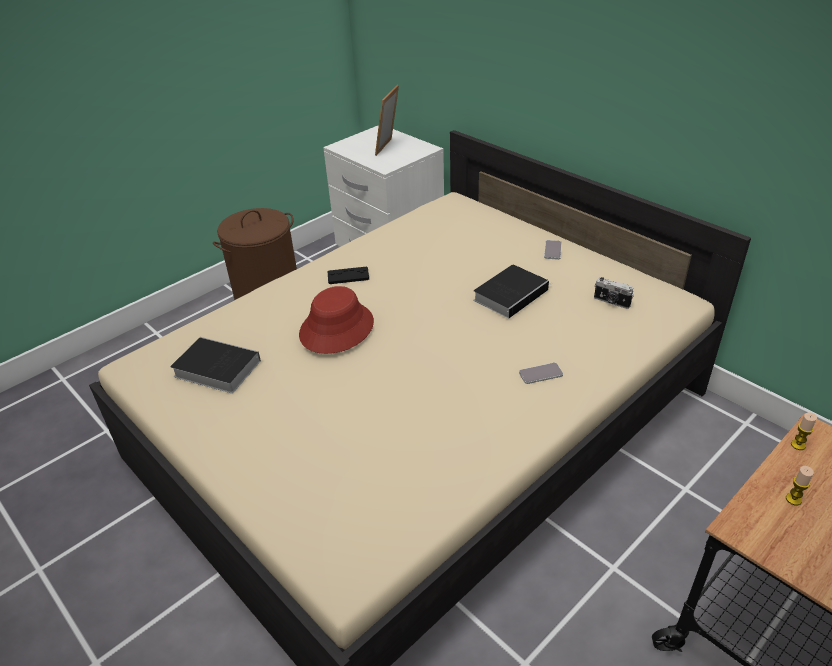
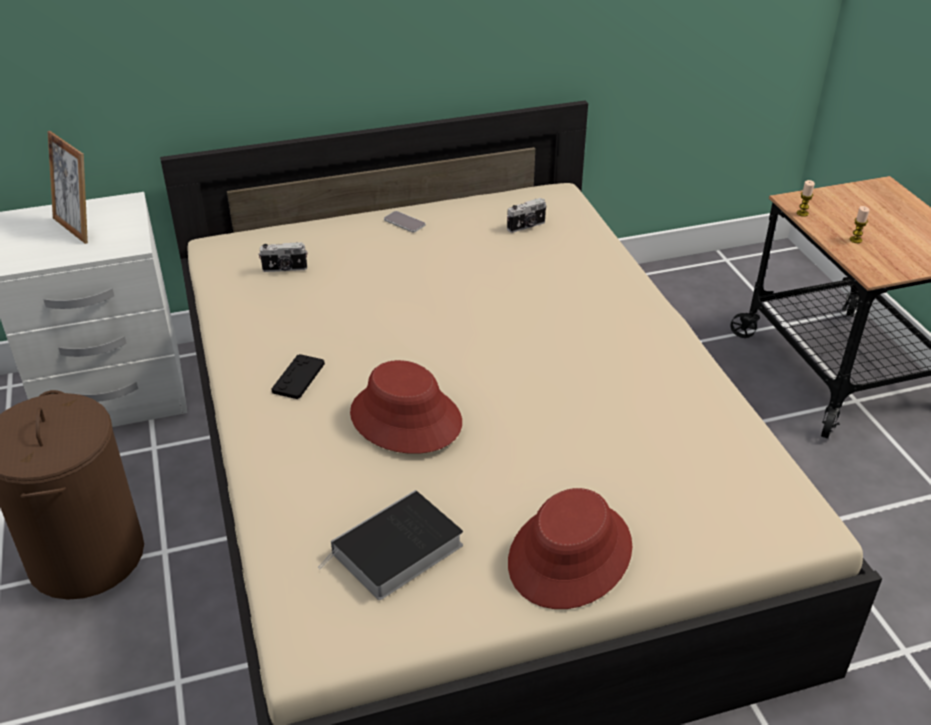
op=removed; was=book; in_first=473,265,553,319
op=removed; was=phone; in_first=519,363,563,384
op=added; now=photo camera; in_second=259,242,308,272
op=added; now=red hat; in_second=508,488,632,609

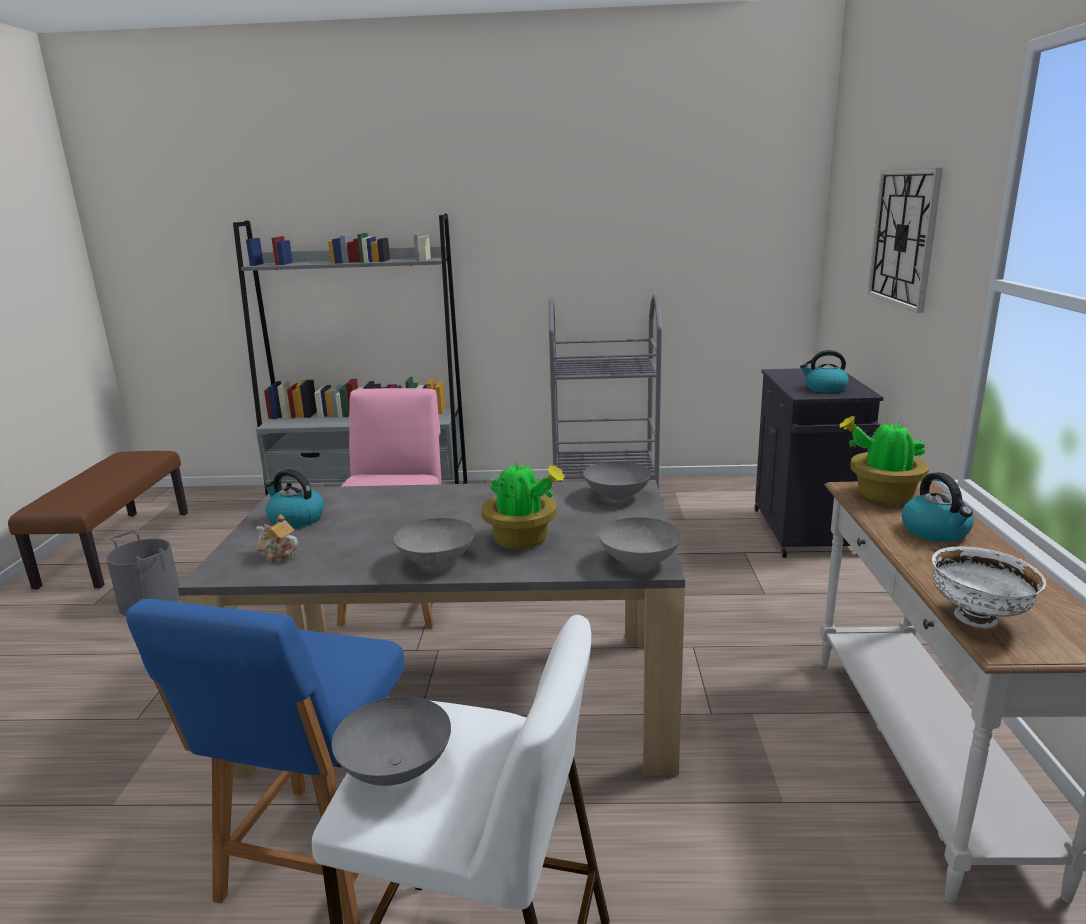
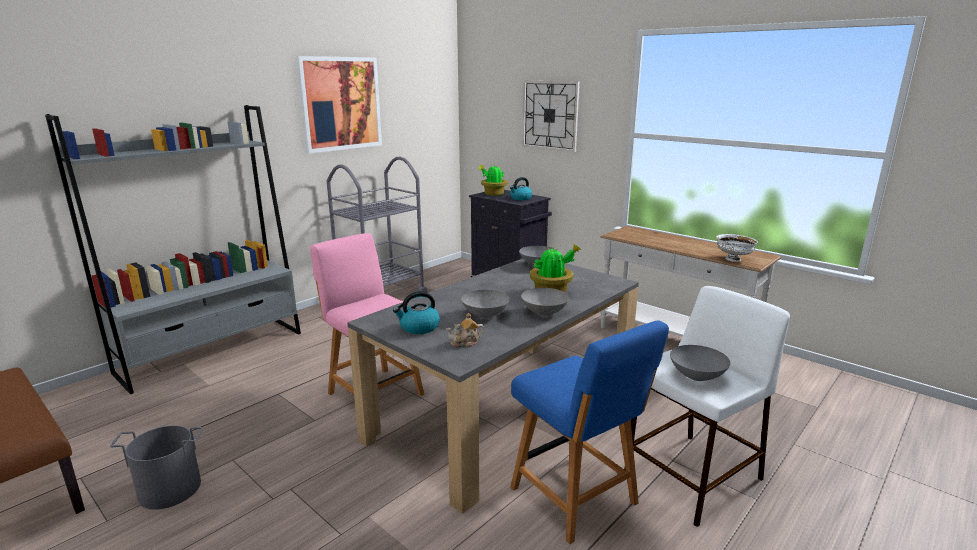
op=removed; was=kettle; in_first=902,472,974,542
op=added; now=picture; in_second=296,56,382,154
op=moved; was=grey bowl; in_first=599,517,682,568; in_second=461,290,510,318
op=moved; was=potted plant; in_first=839,416,929,503; in_second=478,165,508,196

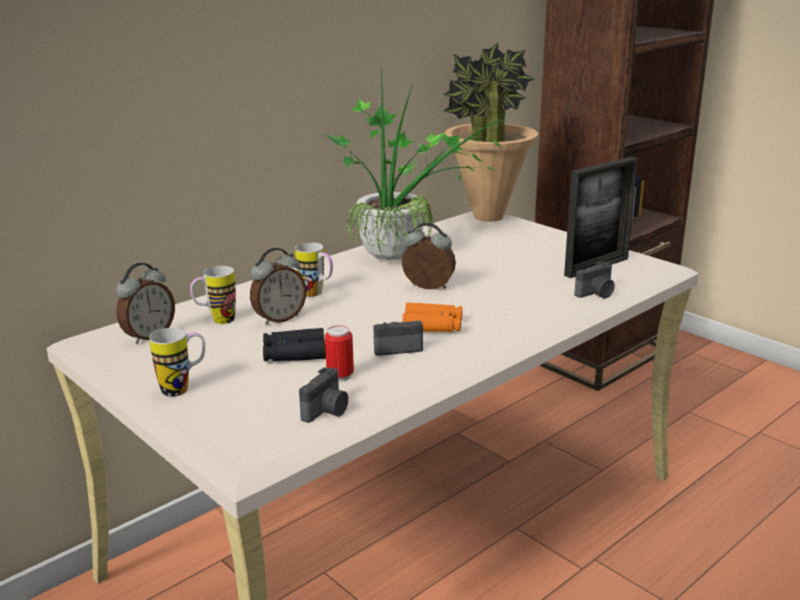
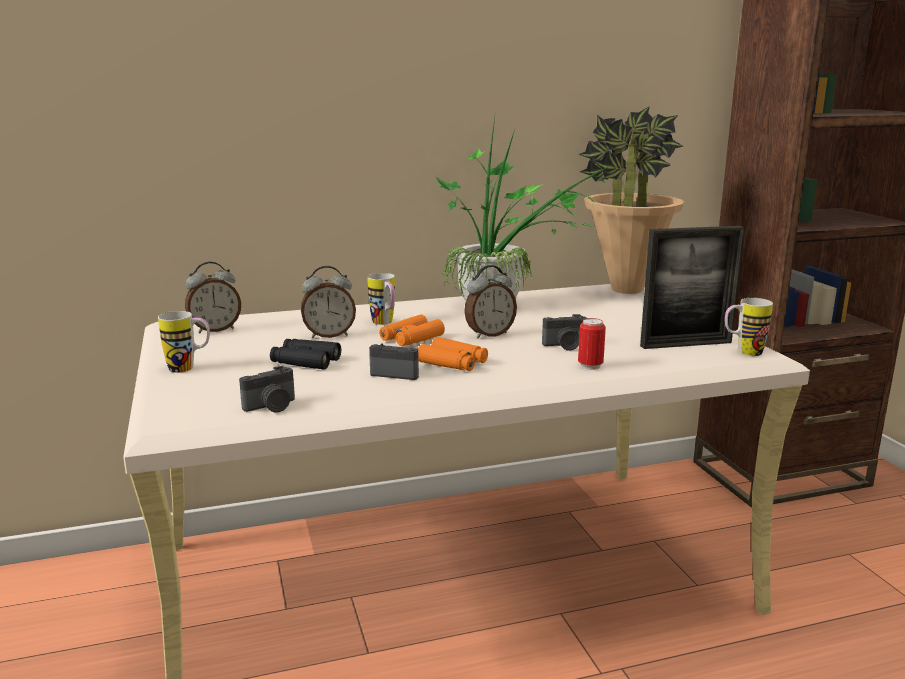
op=added; now=orange binoculars; in_second=379,314,445,346
op=moved; was=mug; in_first=190,266,236,324; in_second=725,298,773,356
op=moved; was=can; in_first=325,325,354,381; in_second=578,318,606,370
op=moved; was=photo camera; in_first=574,261,615,299; in_second=542,314,587,351
op=turned; was=alarm clock; in_first=402,223,456,289; in_second=464,265,517,338; clockwise=105

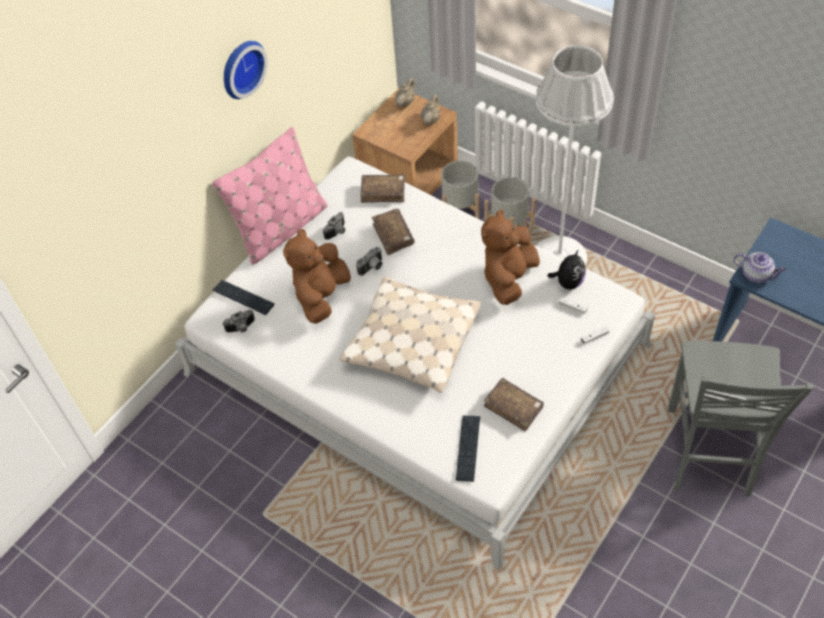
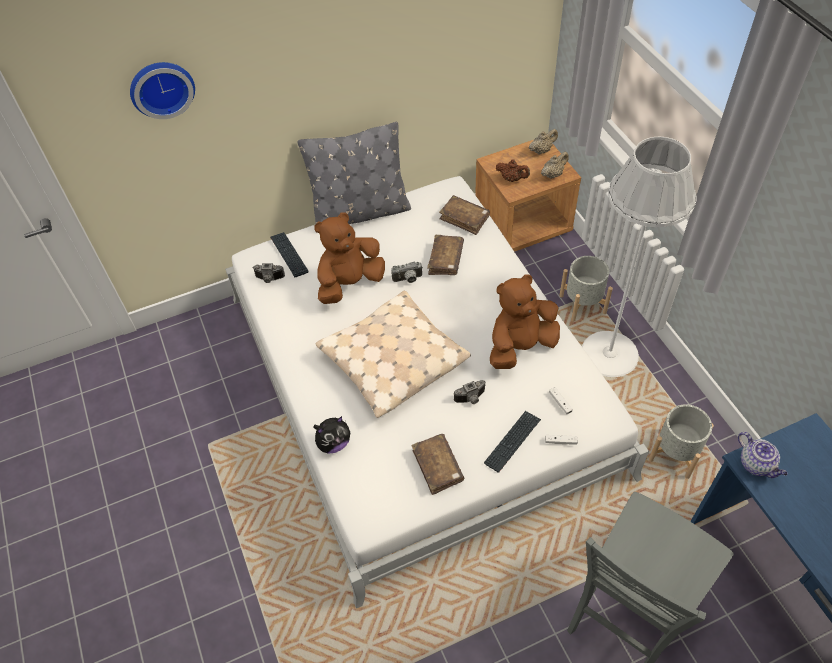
op=added; now=brown teapot; in_second=496,159,530,182
op=moved; was=wall clock; in_first=224,41,268,99; in_second=130,62,195,119
op=moved; was=photo camera; in_first=323,212,345,240; in_second=454,380,486,404
op=moved; was=grey planter; in_first=441,161,479,219; in_second=649,404,714,479
op=moved; was=keyboard; in_first=456,415,480,482; in_second=484,411,541,473
op=moved; was=plush toy; in_first=547,249,586,290; in_second=313,416,350,454
op=recoloured; was=pink pillow; now=grey pillow; in_first=213,127,328,264; in_second=298,122,411,225

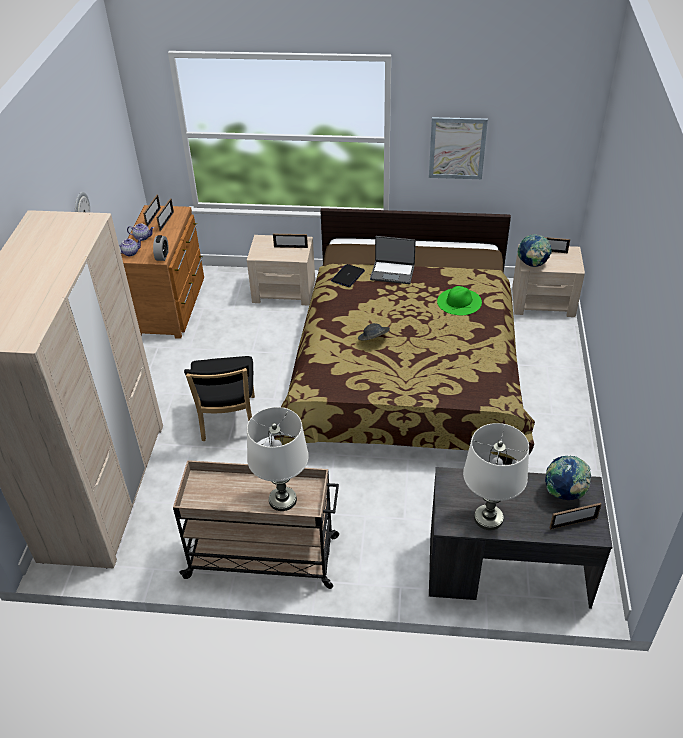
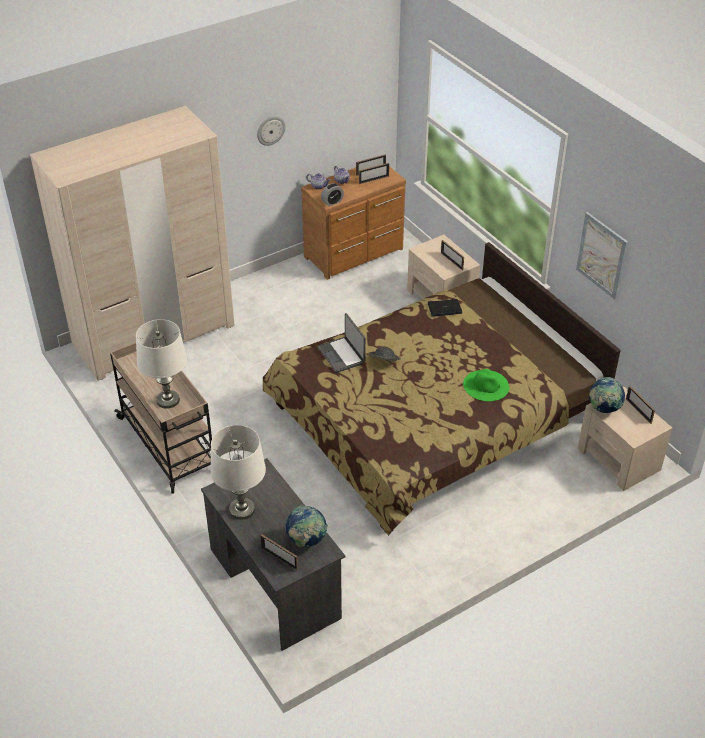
op=removed; was=black chair; in_first=184,356,255,441
op=moved; was=laptop; in_first=370,236,416,284; in_second=317,313,366,373

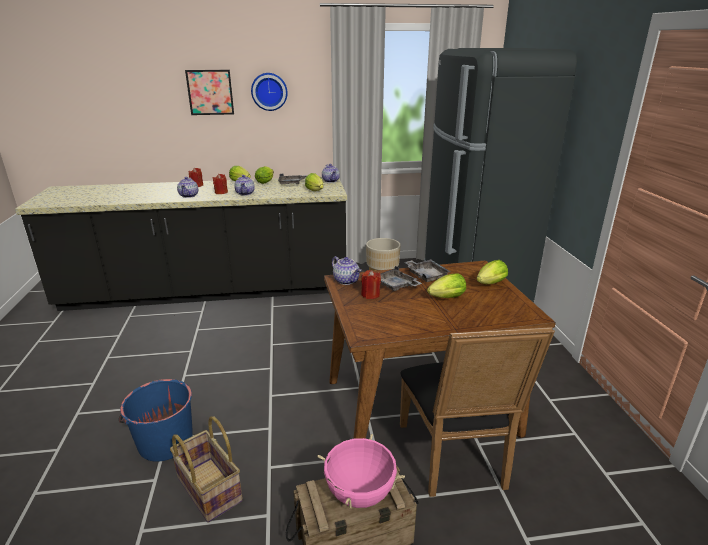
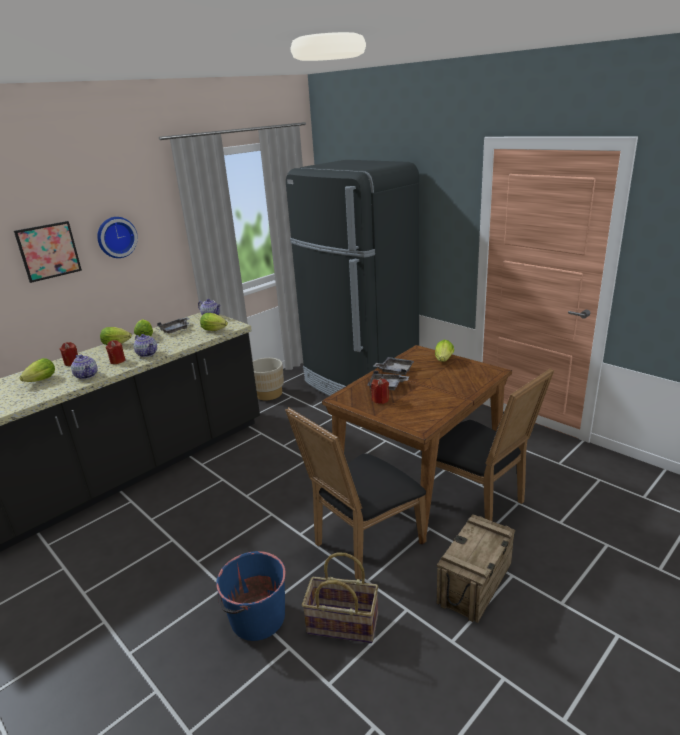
op=removed; was=pink cooking pot; in_first=317,434,405,508
op=removed; was=teapot; in_first=332,256,361,285
op=added; now=black chair; in_second=285,407,426,580
op=moved; was=lettuce; in_first=427,274,466,298; in_second=19,358,55,382

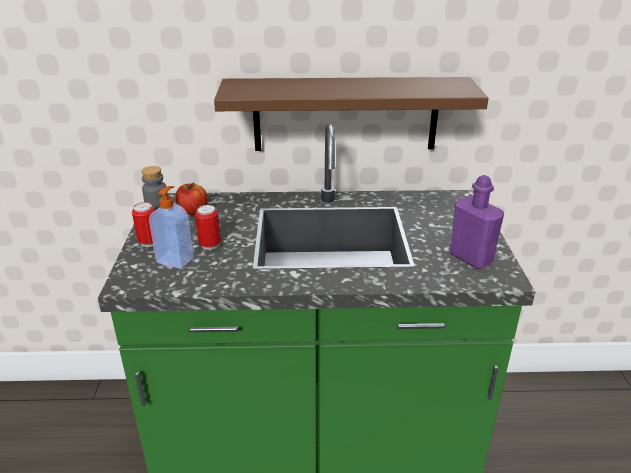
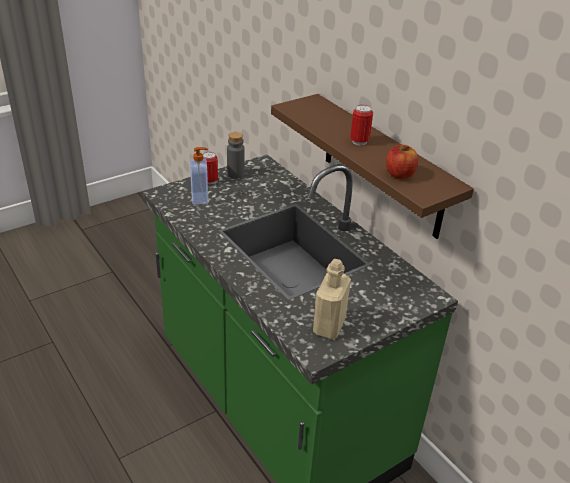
op=moved; was=apple; in_first=176,182,208,215; in_second=386,145,418,179
op=moved; was=can; in_first=195,205,221,250; in_second=350,105,373,145
op=recoloured; was=purple bottle; now=beige bottle; in_first=449,175,504,269; in_second=313,259,351,339

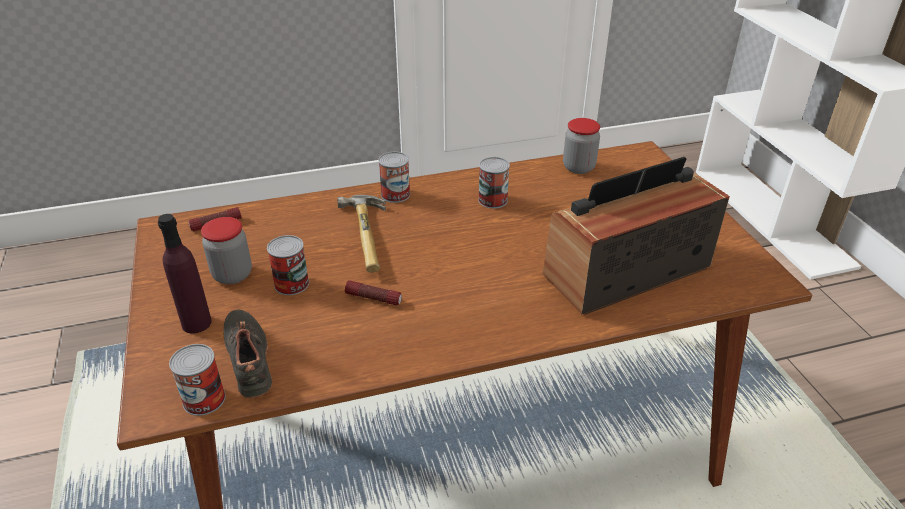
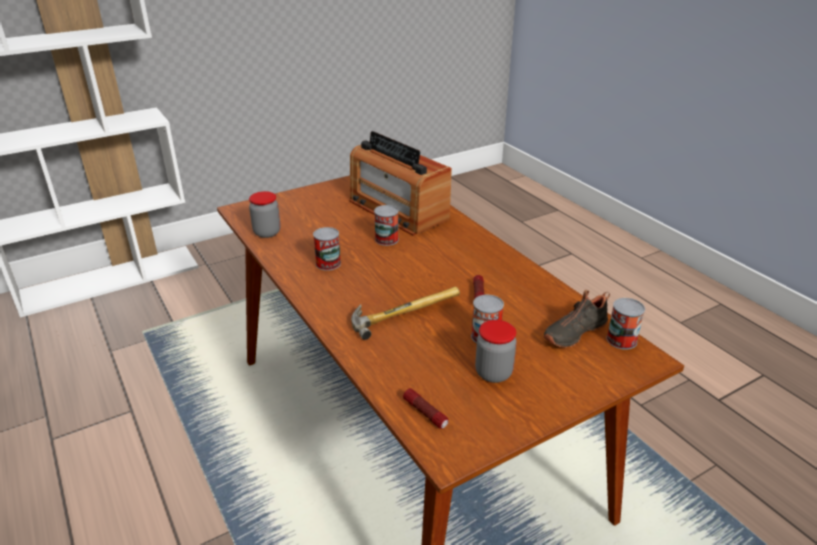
op=removed; was=purple bottle; in_first=158,214,212,334
op=moved; was=can; in_first=378,152,410,203; in_second=374,205,399,246

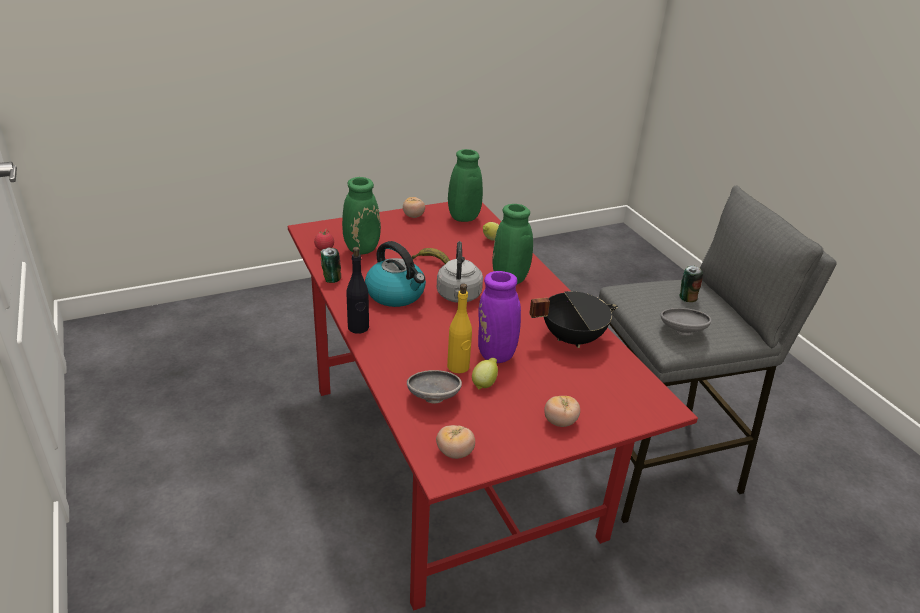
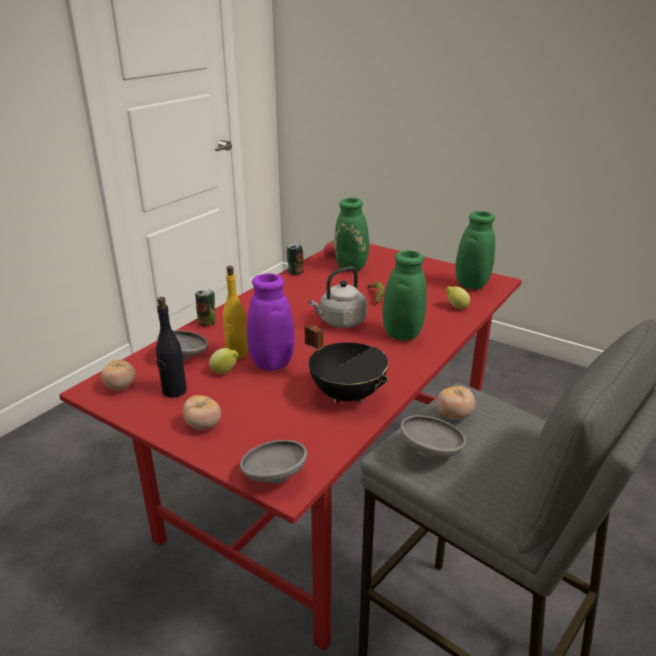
op=removed; was=kettle; in_first=365,241,426,307
op=added; now=grey bowl; in_second=240,440,307,484
op=moved; was=black bottle; in_first=346,247,369,334; in_second=156,297,187,397
op=moved; was=tomato; in_first=403,197,425,218; in_second=437,386,475,420
op=moved; was=can; in_first=680,265,703,302; in_second=195,290,216,326

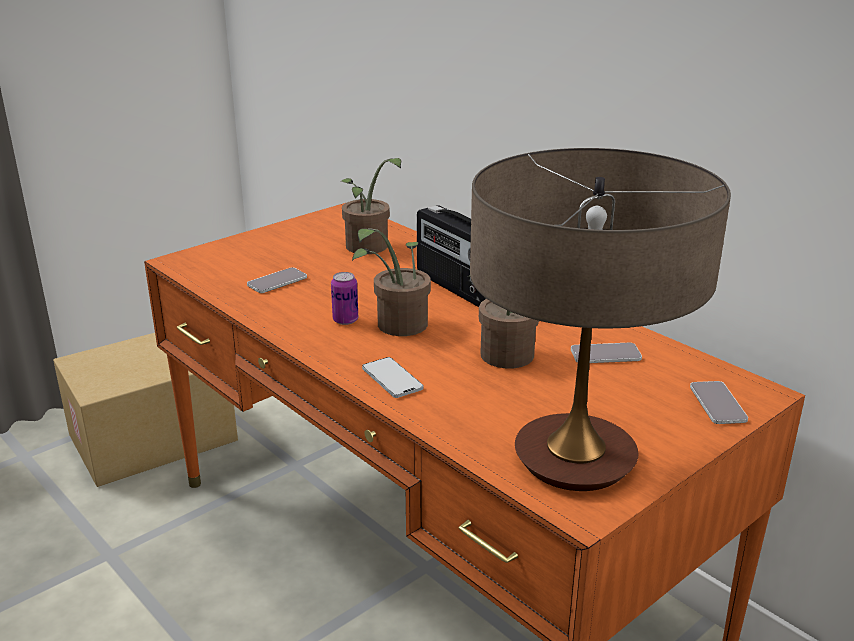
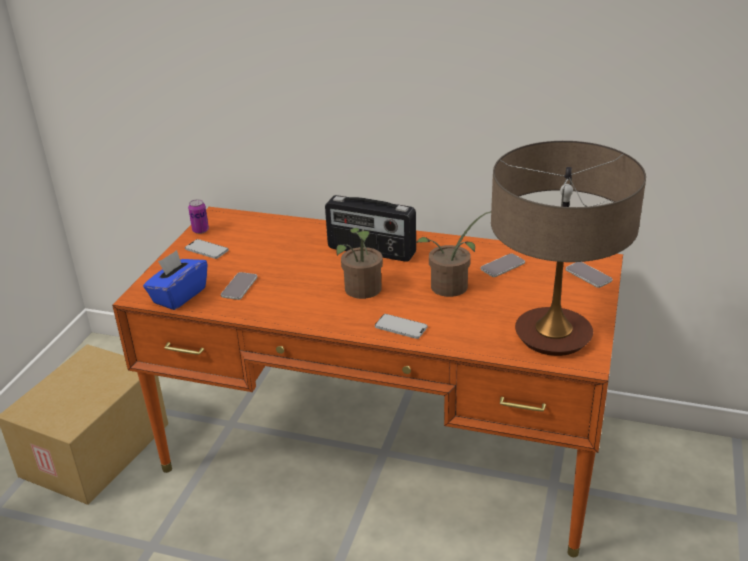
op=removed; was=potted plant; in_first=341,158,401,254
op=added; now=blue tissue box; in_second=143,250,208,310
op=added; now=phone; in_second=185,239,229,259
op=moved; was=can; in_first=331,272,358,325; in_second=188,199,209,234

